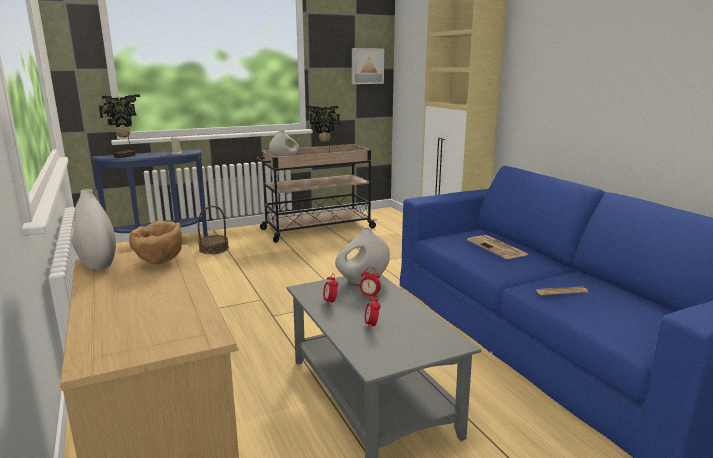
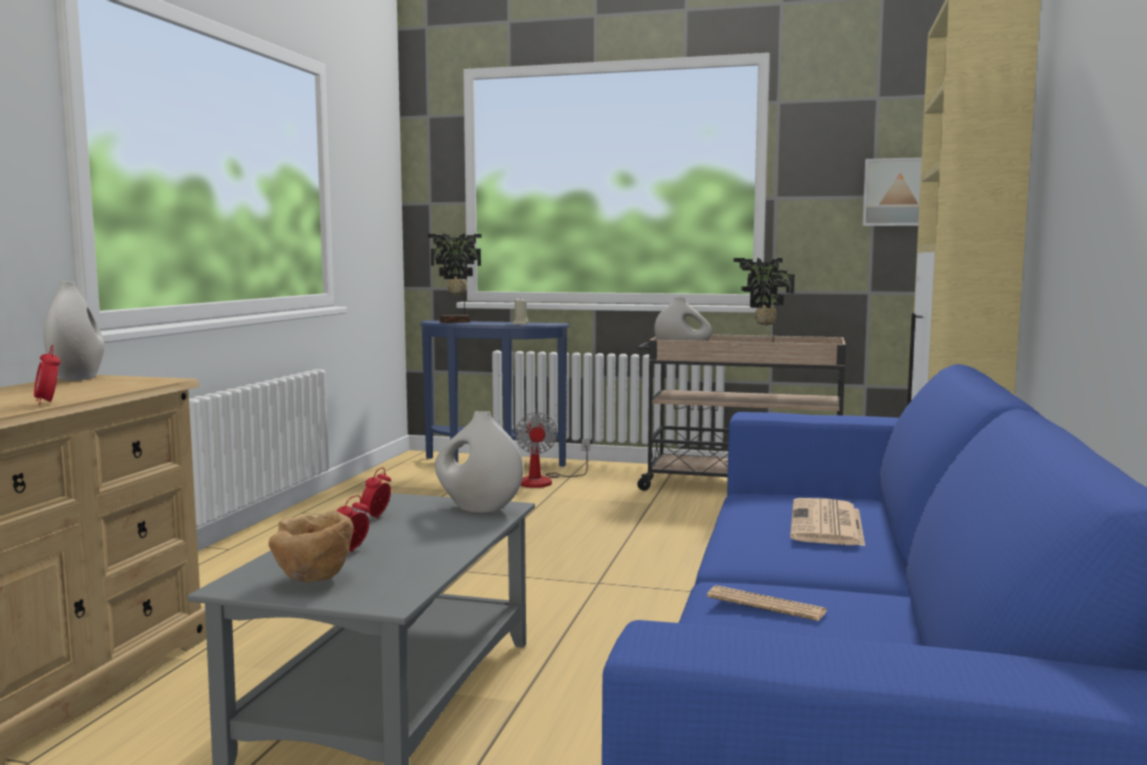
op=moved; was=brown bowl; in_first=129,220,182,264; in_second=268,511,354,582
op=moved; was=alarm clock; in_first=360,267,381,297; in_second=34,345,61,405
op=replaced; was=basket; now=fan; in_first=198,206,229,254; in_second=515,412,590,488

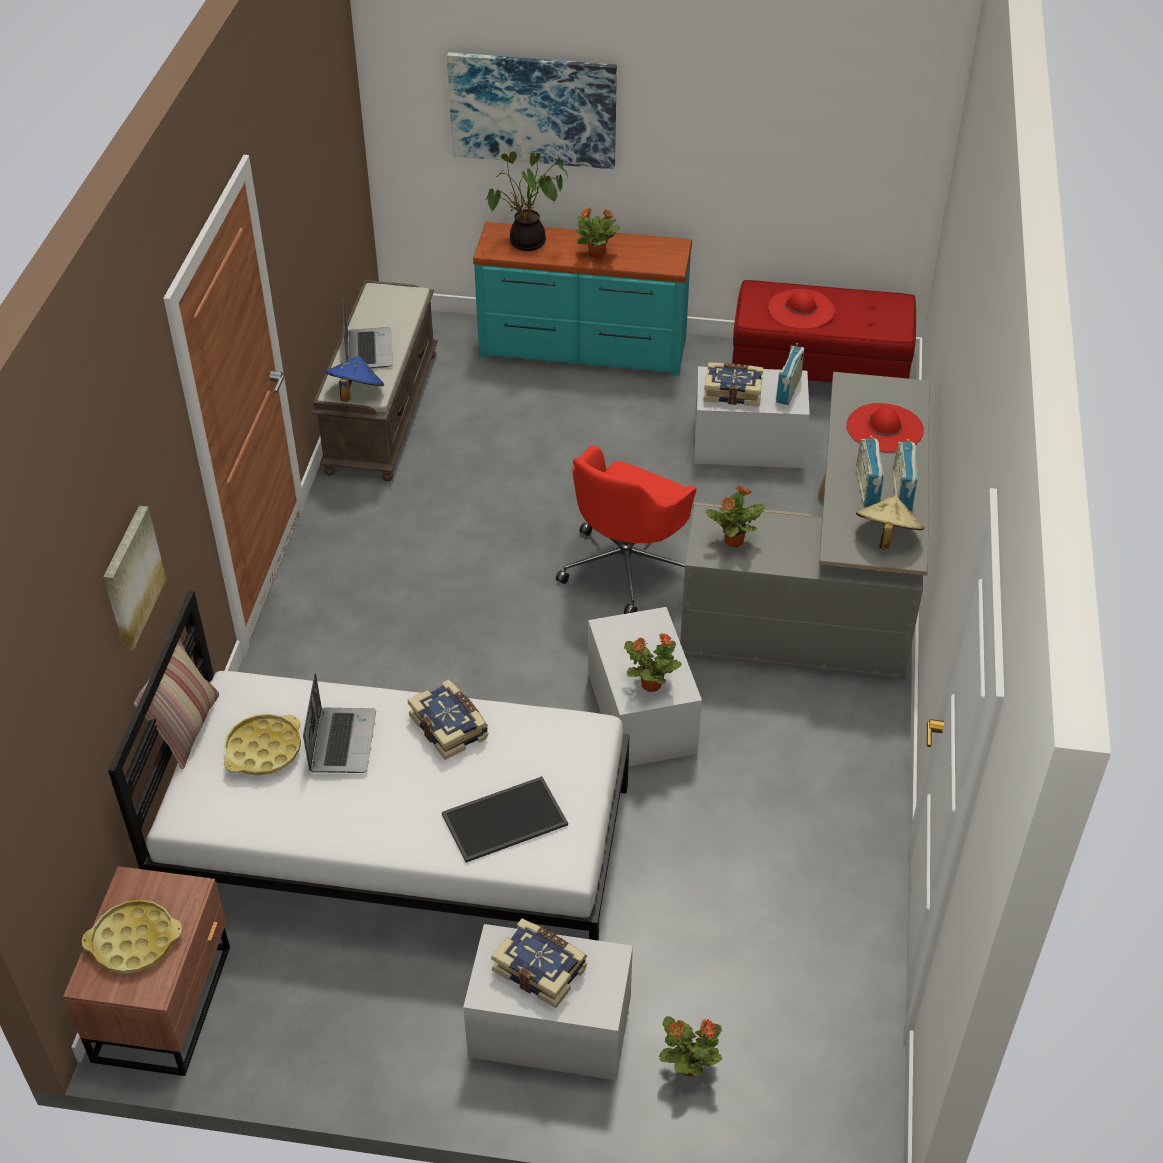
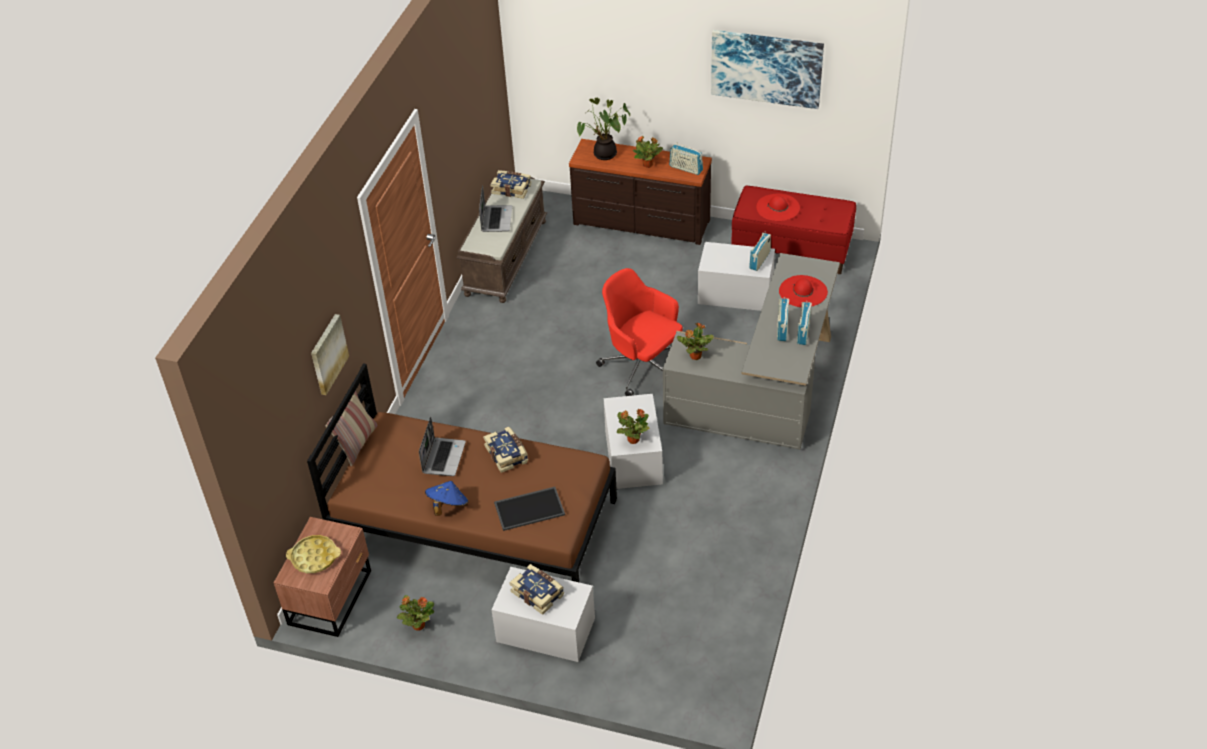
op=removed; was=yellow tray; in_first=224,714,301,776
op=removed; was=beige hat; in_first=856,495,924,550
op=added; now=radio; in_second=669,144,703,175
op=moved; was=blue hat; in_first=325,356,384,402; in_second=425,481,469,516
op=moved; was=picture; in_first=447,52,617,169; in_second=711,30,824,109
op=moved; was=potted plant; in_first=659,1016,722,1076; in_second=397,595,434,631
op=moved; was=book; in_first=704,362,763,407; in_second=490,170,531,199
op=recoloured; was=white bed; now=brown bed; in_first=108,590,630,941; in_second=307,363,617,582
op=recoloured; was=turquoise dresser; now=brown dresser; in_first=473,222,692,376; in_second=569,139,712,245
op=turned; was=red office chair; in_first=556,446,697,614; in_second=596,268,683,396; clockwise=90

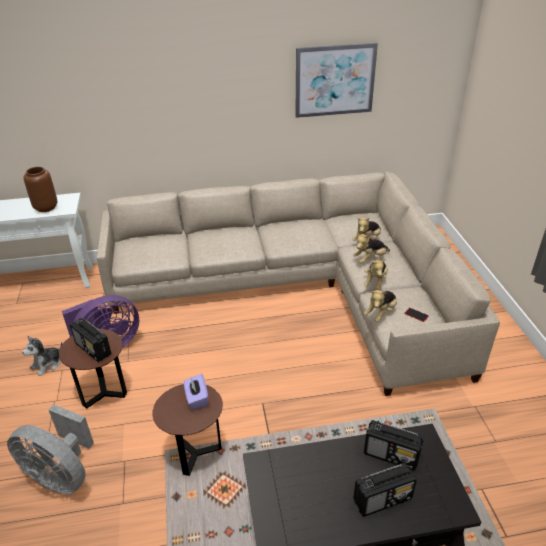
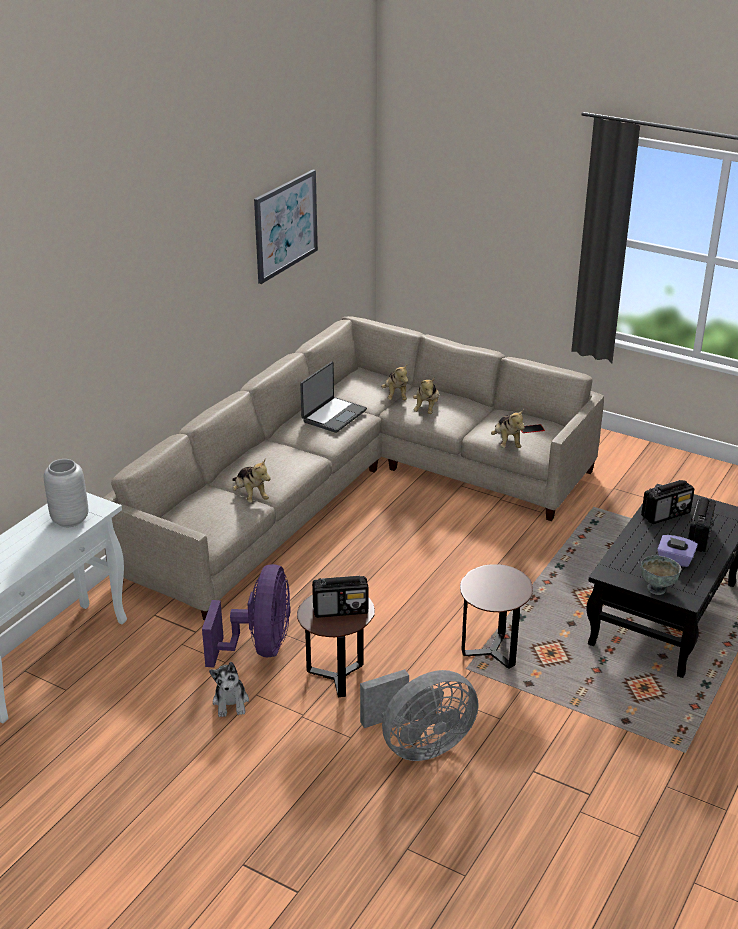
op=added; now=laptop; in_second=300,362,367,433
op=added; now=grey bowl; in_second=640,555,681,595
op=moved; was=purple tissue box; in_first=184,374,208,409; in_second=657,535,698,567
op=moved; was=plush toy; in_first=364,259,388,290; in_second=232,458,271,503
op=recoloured; was=brown vase; now=grey vase; in_first=24,167,57,212; in_second=44,459,88,527

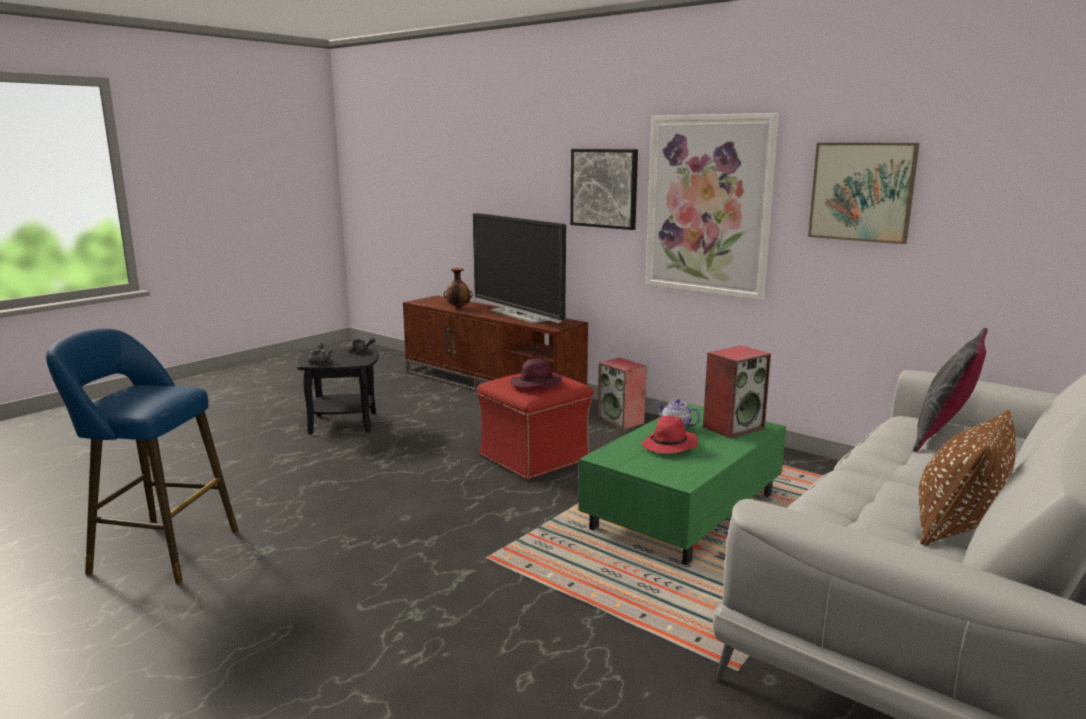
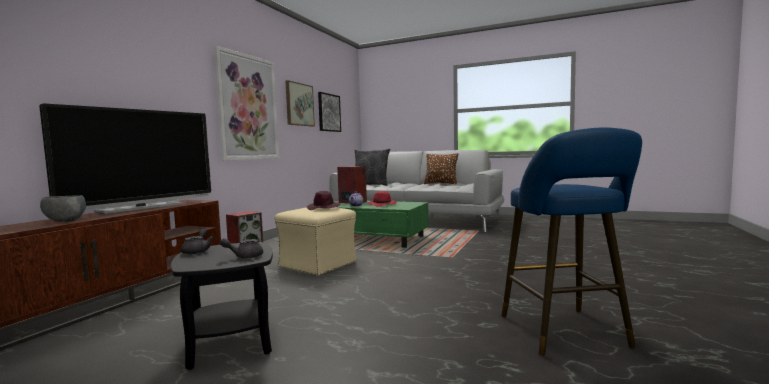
op=moved; was=picture; in_first=570,149,638,230; in_second=318,92,341,132
op=replaced; was=vase; now=grey bowl; in_first=444,268,473,308; in_second=40,195,86,222
op=recoloured; was=red ottoman; now=beige ottoman; in_first=477,373,593,480; in_second=274,207,357,276

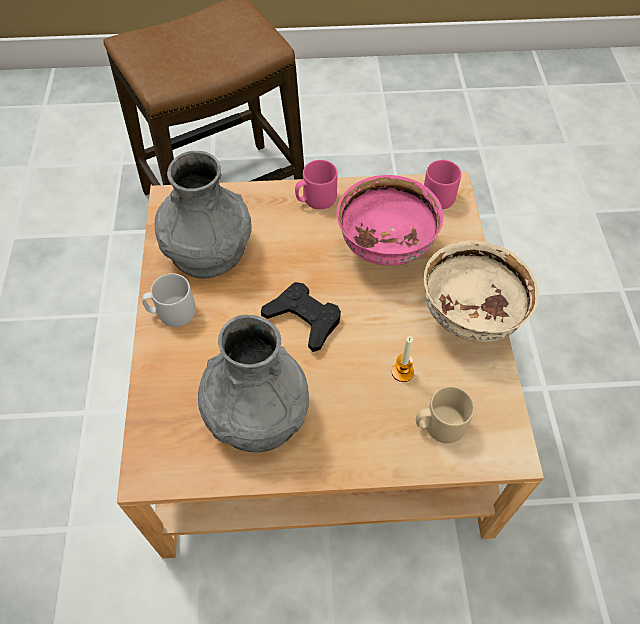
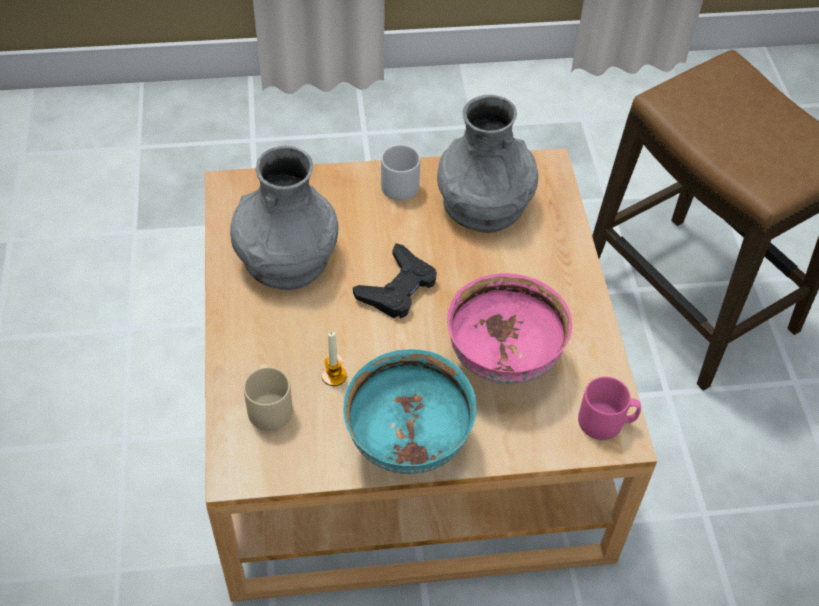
op=removed; was=pink mug; in_first=295,160,338,209
op=recoloured; was=beige bowl; now=turquoise bowl; in_first=424,241,539,342; in_second=343,349,476,474

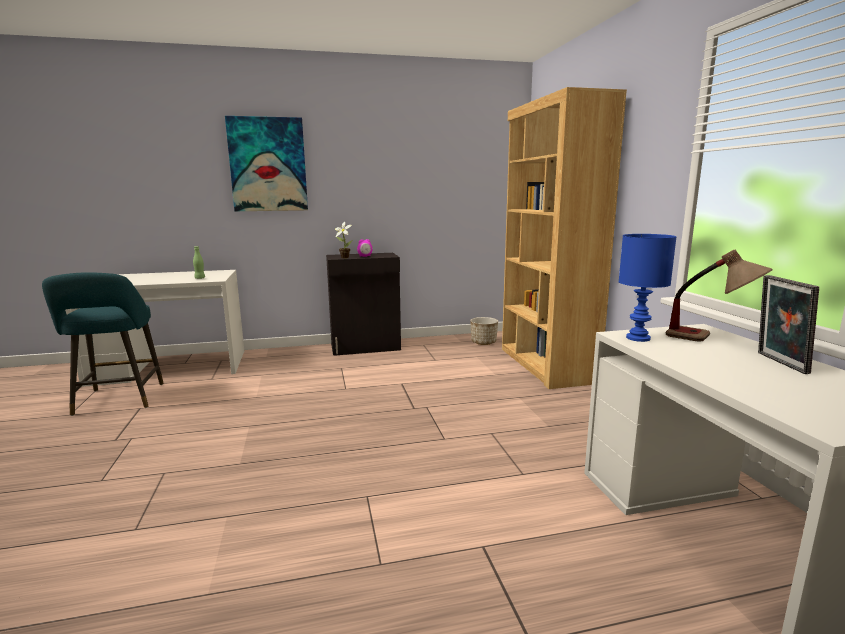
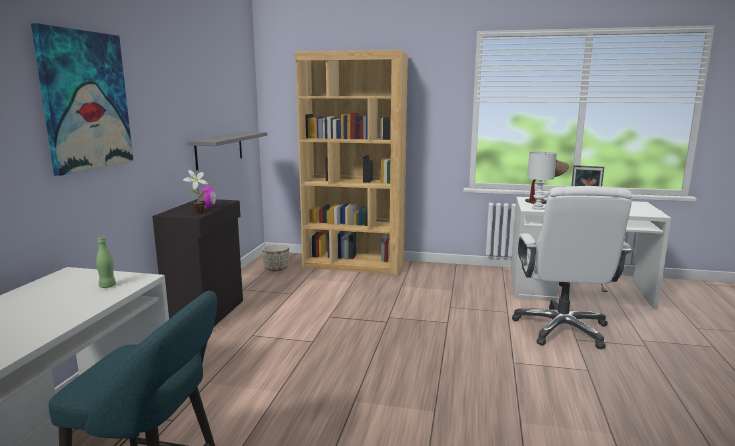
op=added; now=grey shelf; in_second=188,132,267,171
op=added; now=white office chair; in_second=512,186,632,349
op=recoloured; was=blue table lamp; now=white table lamp; in_first=618,234,677,342; in_second=527,151,557,210

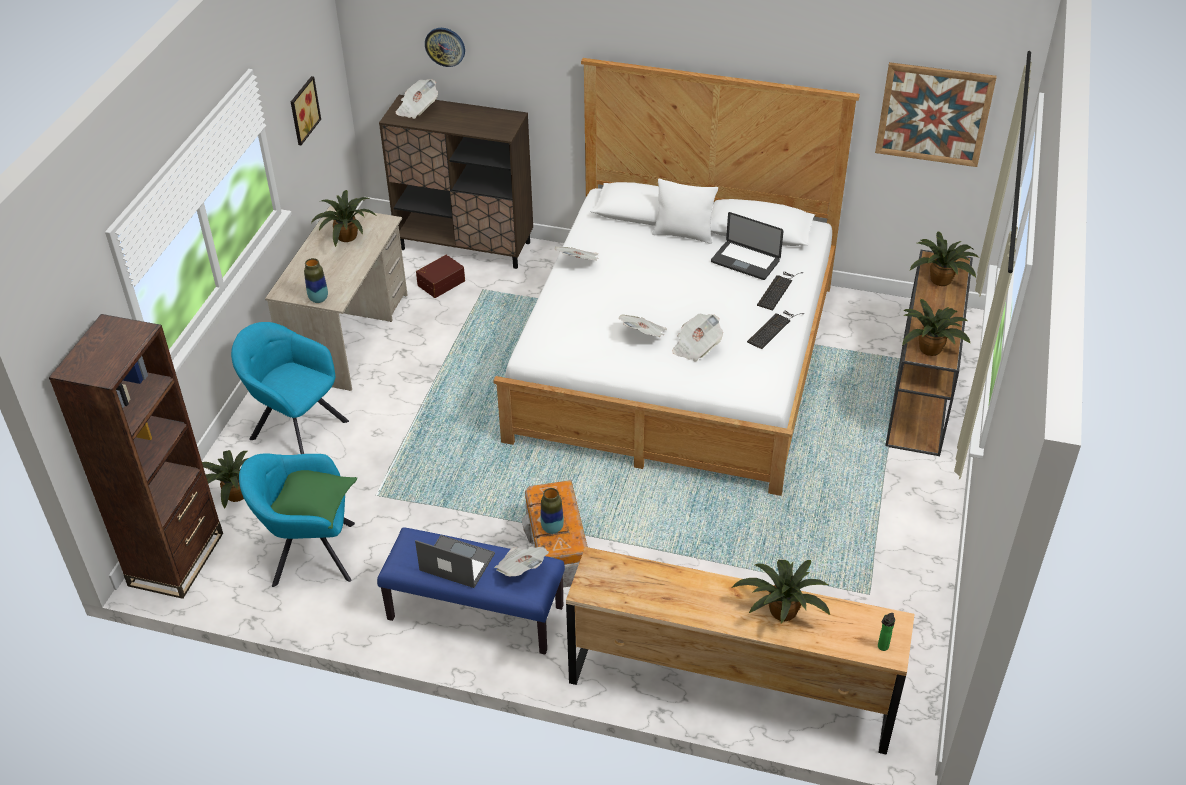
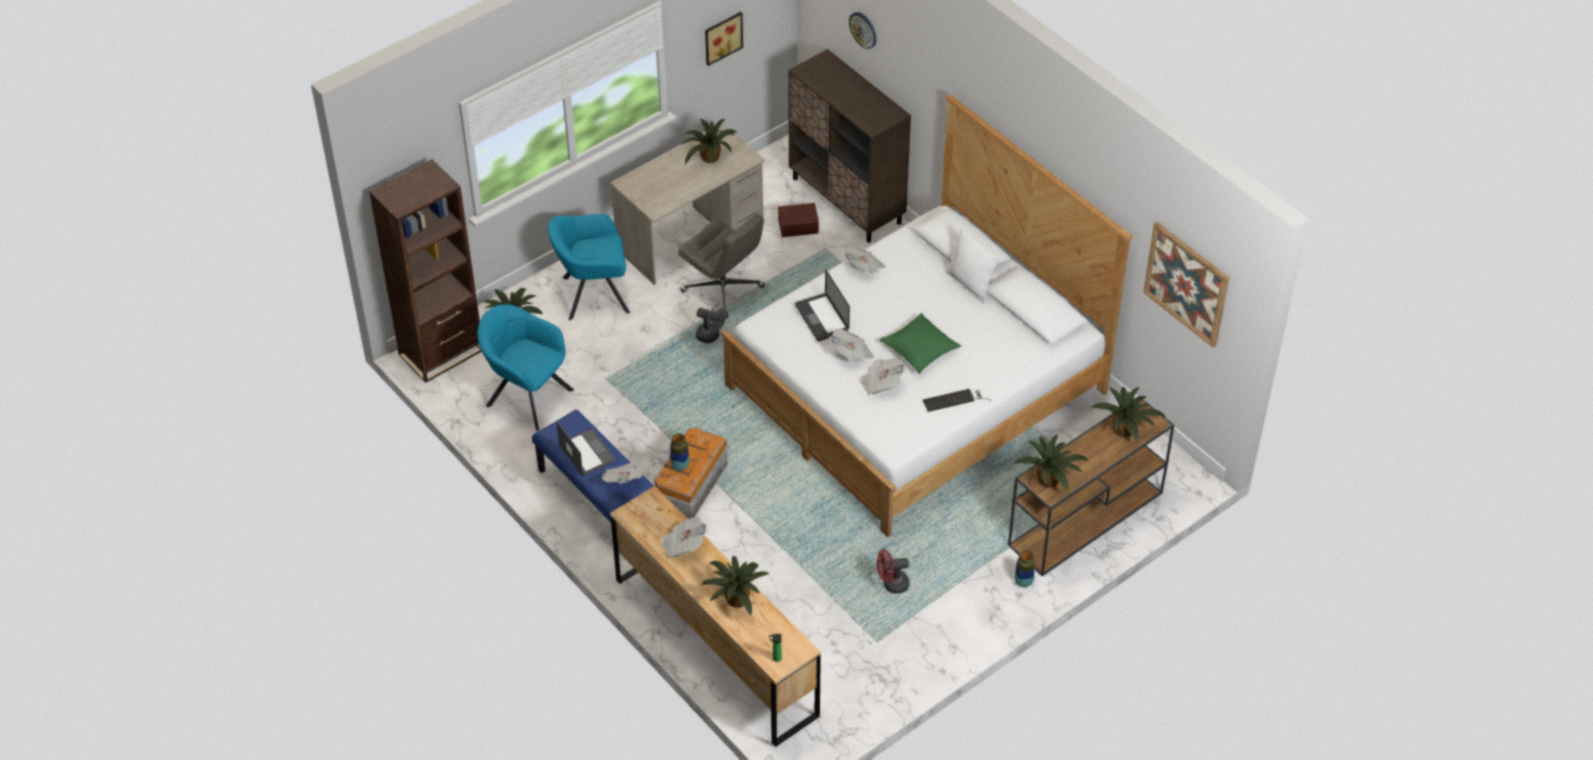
op=removed; was=keyboard; in_first=757,272,803,310
op=added; now=grey office chair; in_second=678,214,765,318
op=added; now=grey fan; in_second=696,304,726,343
op=added; now=red fan; in_second=877,549,909,594
op=moved; was=green pillow; in_first=271,470,357,529; in_second=880,313,961,374
op=moved; was=vase; in_first=304,258,328,303; in_second=1014,550,1035,587
op=moved; was=newspaper; in_first=396,79,438,119; in_second=660,517,707,558
op=moved; was=laptop; in_first=711,212,784,280; in_second=795,270,850,341
op=turned; was=turquoise armchair; in_first=231,322,349,454; in_second=548,214,630,320; clockwise=-75

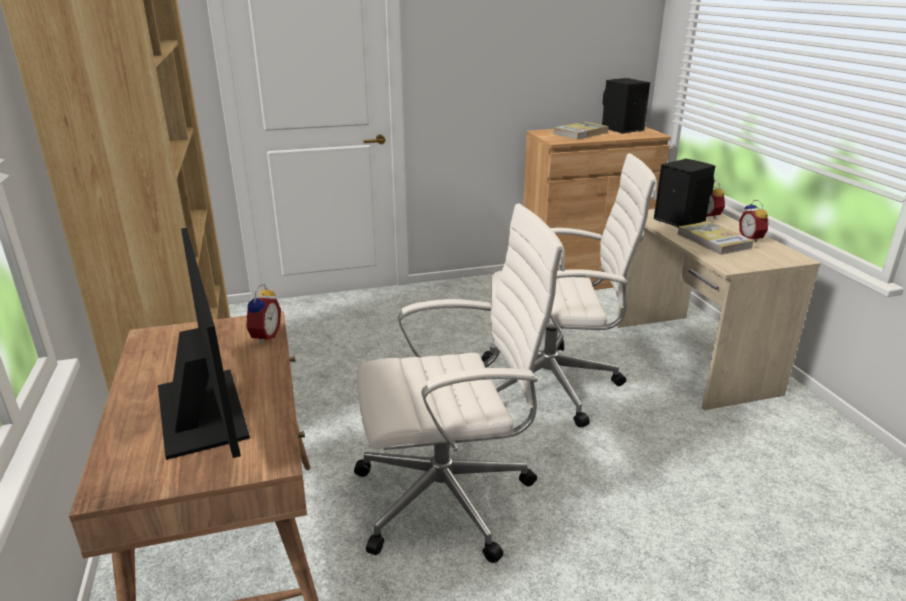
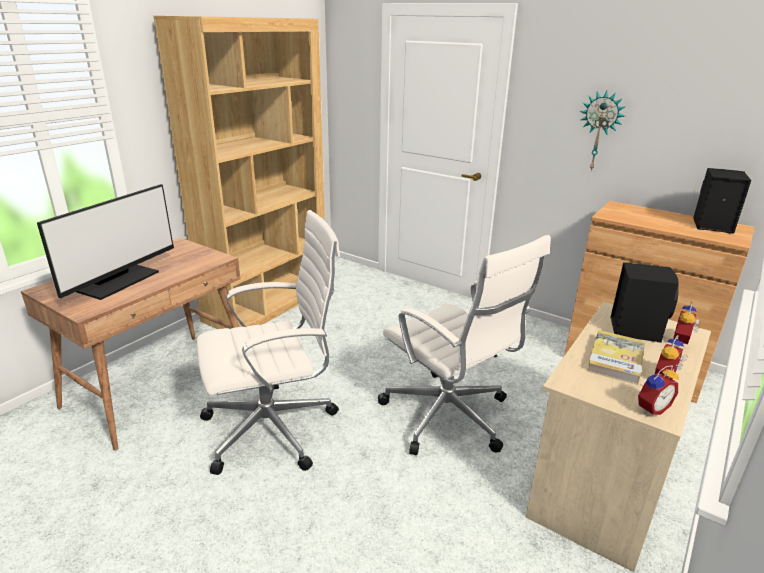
op=removed; was=book; in_first=553,121,608,140
op=added; now=wall clock; in_second=580,90,625,171
op=moved; was=alarm clock; in_first=246,284,281,344; in_second=638,366,679,415
op=turned; was=white office chair; in_first=354,204,565,563; in_second=197,210,340,475; clockwise=-60

